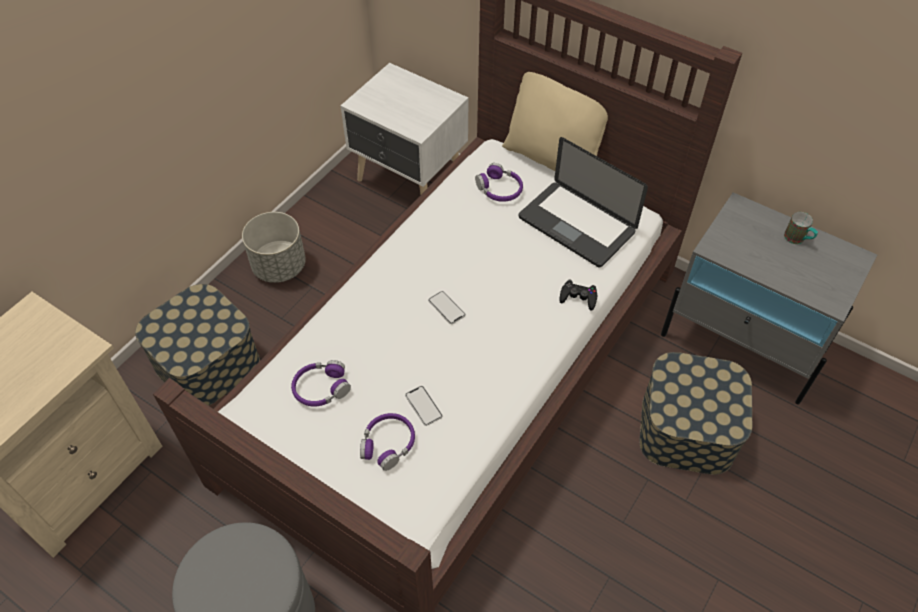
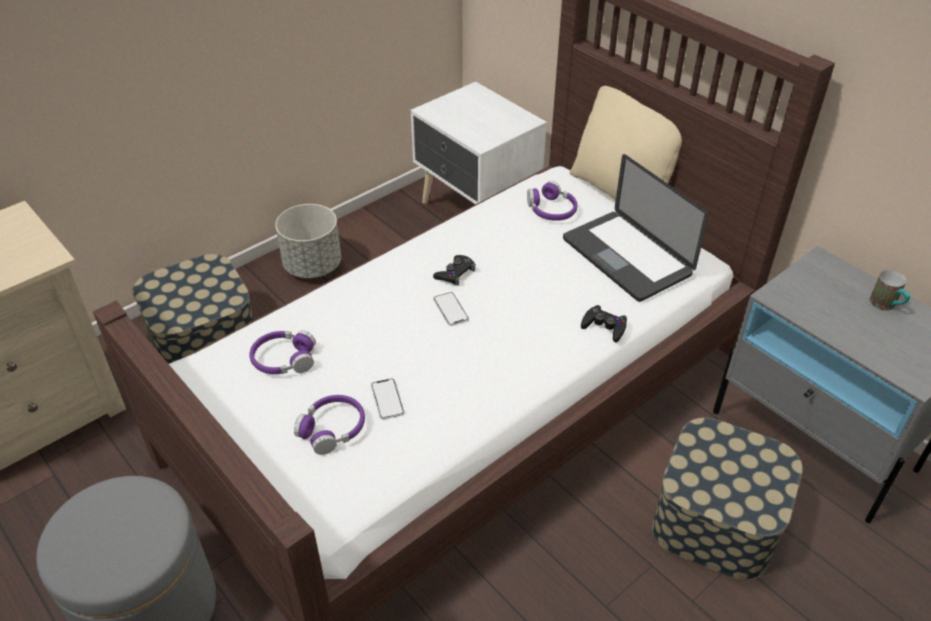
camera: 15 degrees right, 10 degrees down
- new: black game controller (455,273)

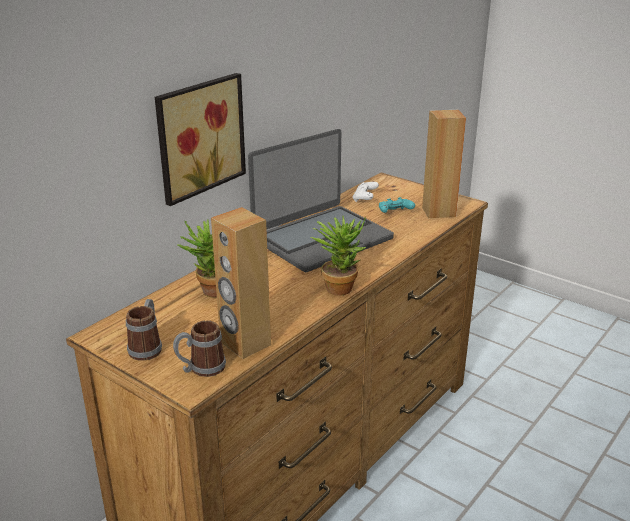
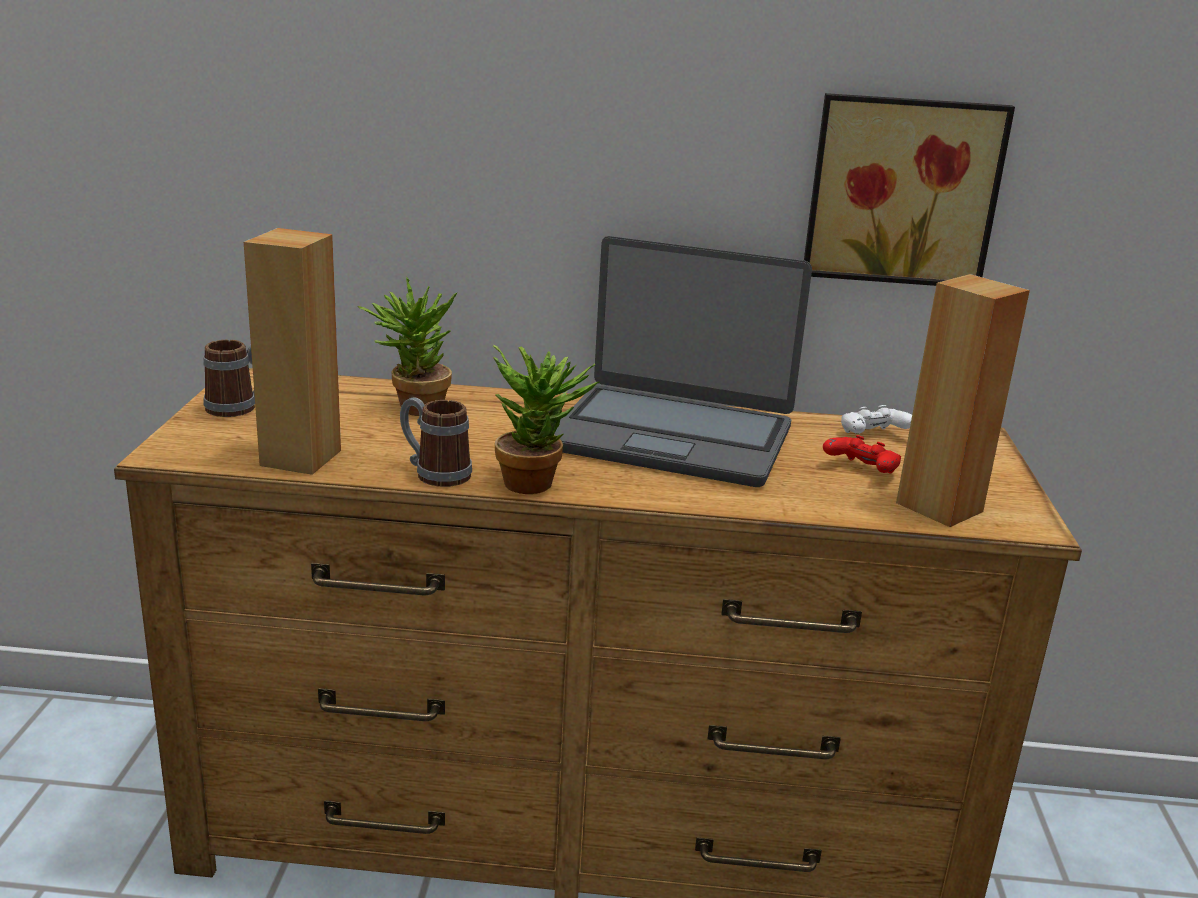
camera: 55 degrees right, 5 degrees down
- shifted: picture (198,136) to (902,190)
- shifted: mug (201,369) to (434,473)
- repainted: turquoise game controller (394,213) to red game controller (861,471)

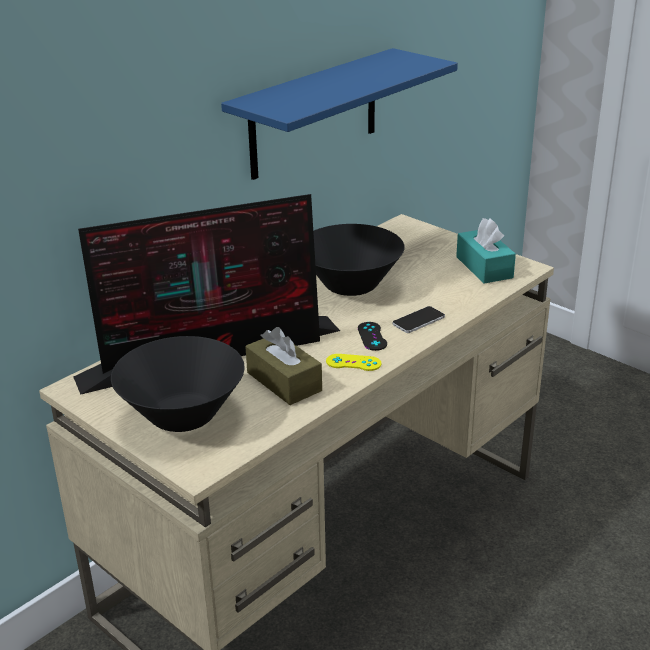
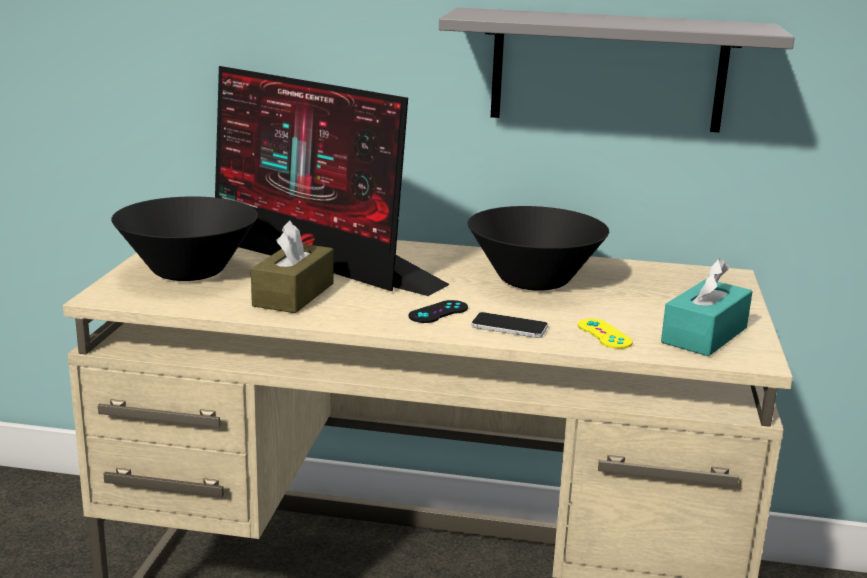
camera: 55 degrees right, 10 degrees down
- shifted: yellow game controller (353,363) to (604,334)
- repainted: blue shelf (314,114) to grey shelf (608,70)

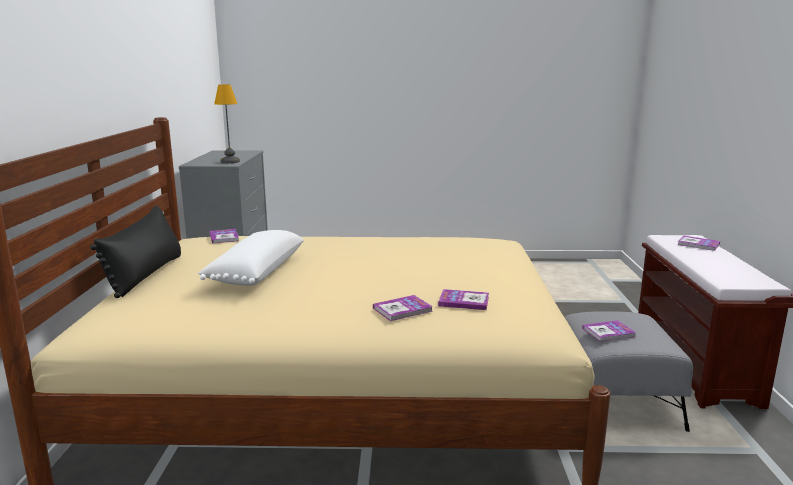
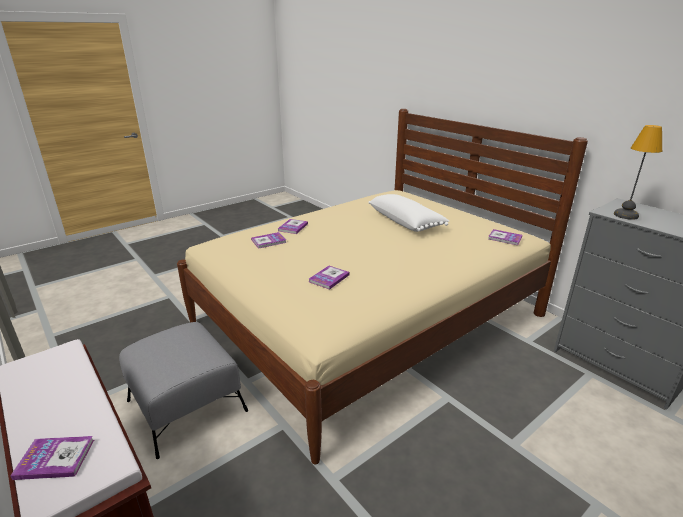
camera: 140 degrees right, 10 degrees up
- gone: black pillow (146,274)
- shifted: book (608,332) to (329,278)

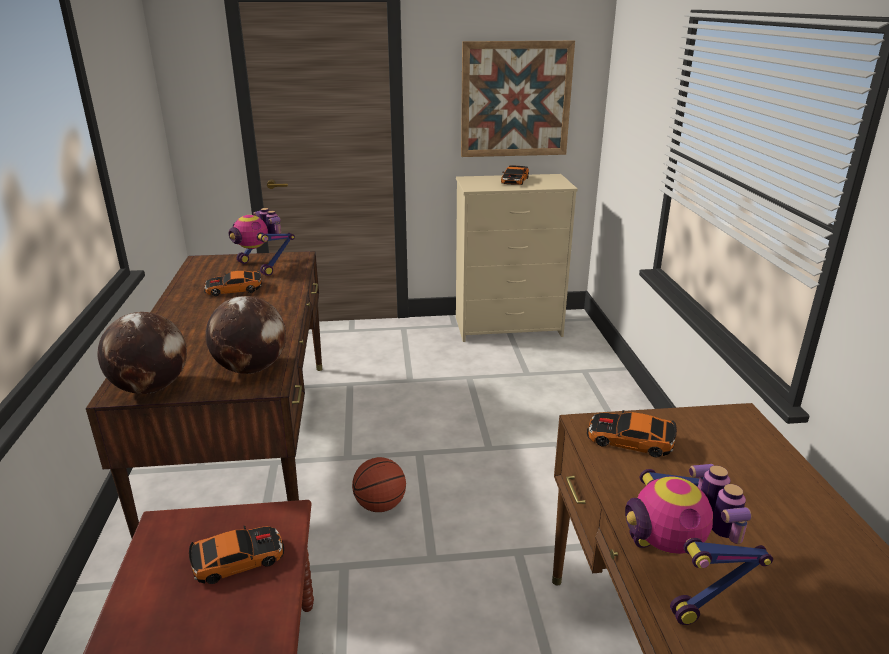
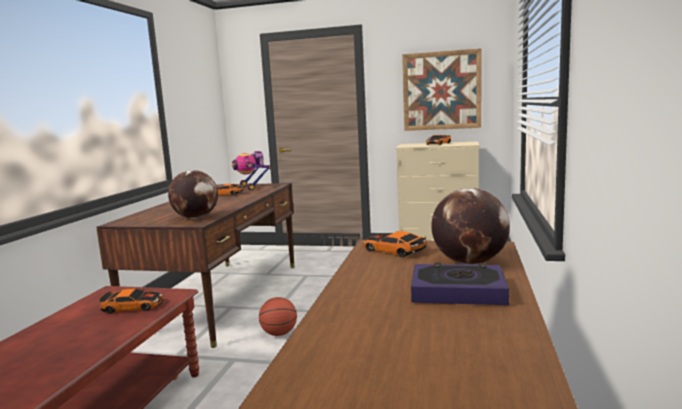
camera: 20 degrees right, 15 degrees down
- gone: toy robot (676,576)
- new: book (458,291)
- shifted: globe (151,387) to (469,262)

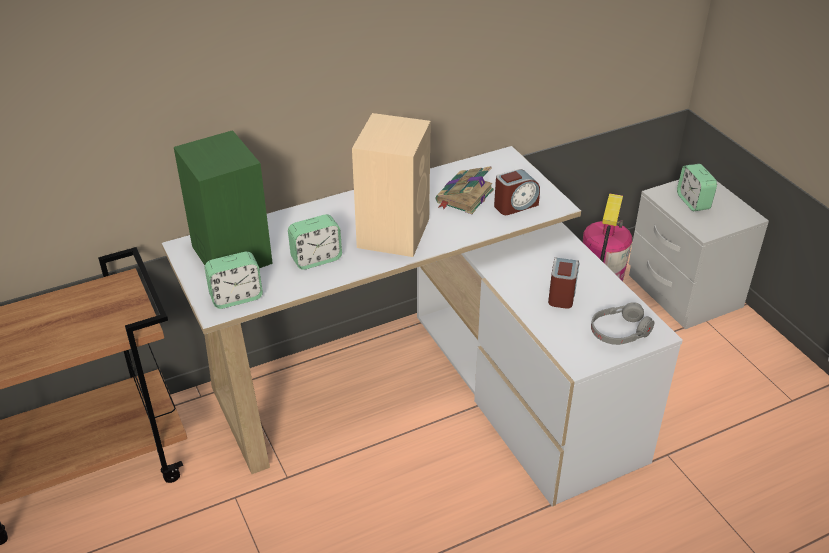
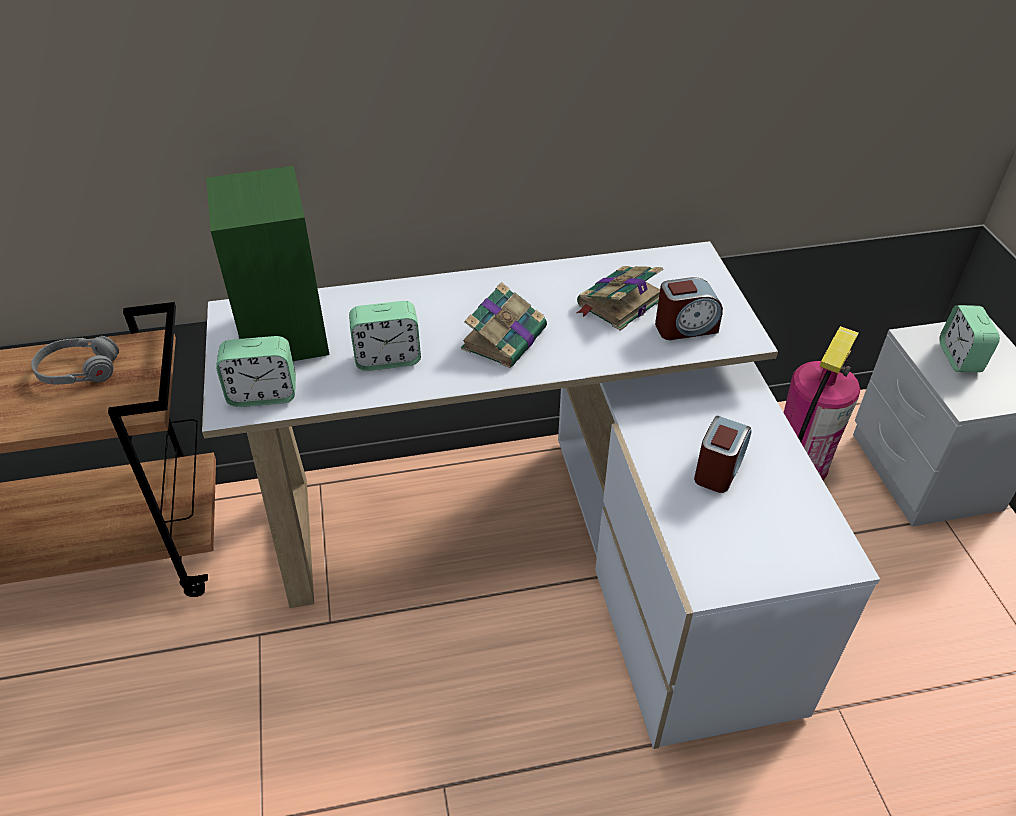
camera: 15 degrees right, 5 degrees up
- shifted: grey headphones (619,332) to (79,370)
- swapped: beige speaker (394,231) to book (505,337)

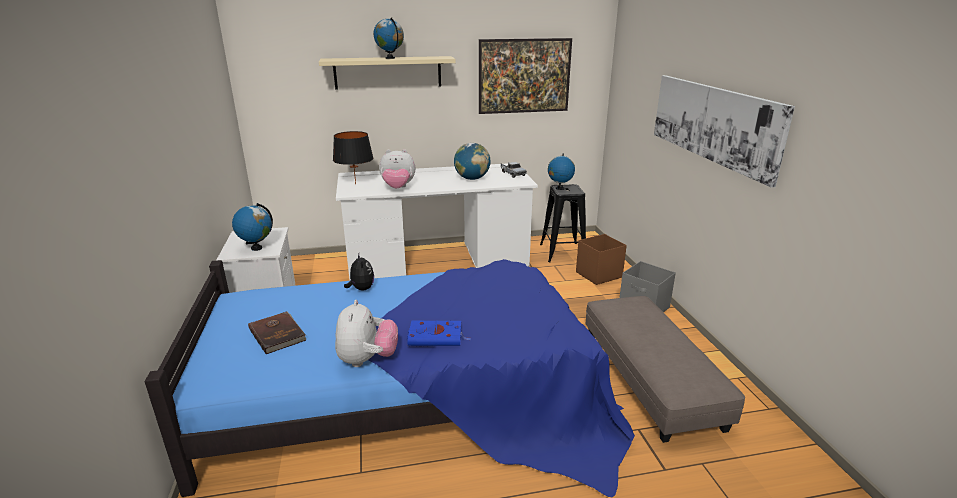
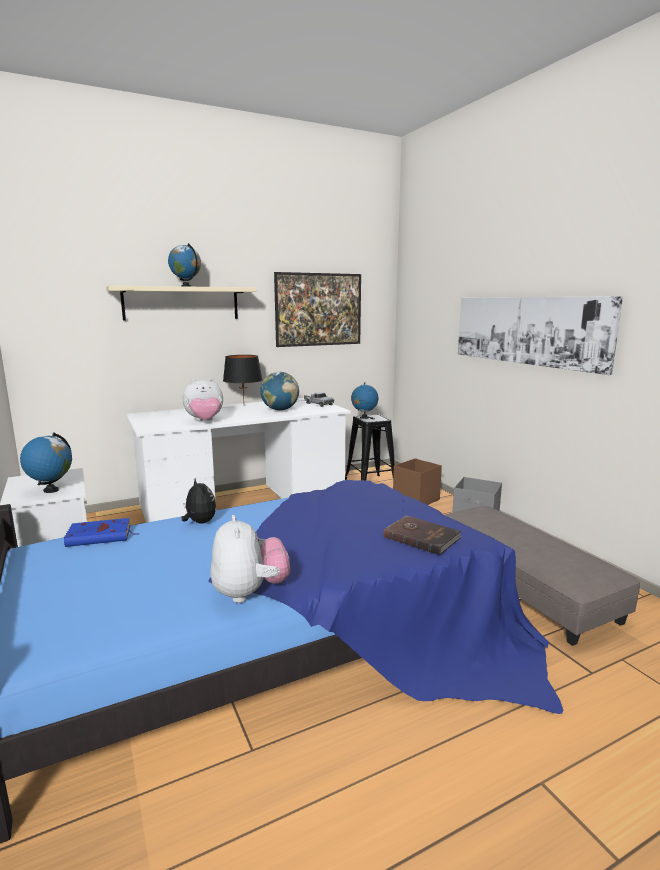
camera: 15 degrees left, 10 degrees down
- shifted: brown book (278,334) to (421,537)
- shifted: black table lamp (355,184) to (243,405)
- shifted: blue book (437,337) to (101,536)

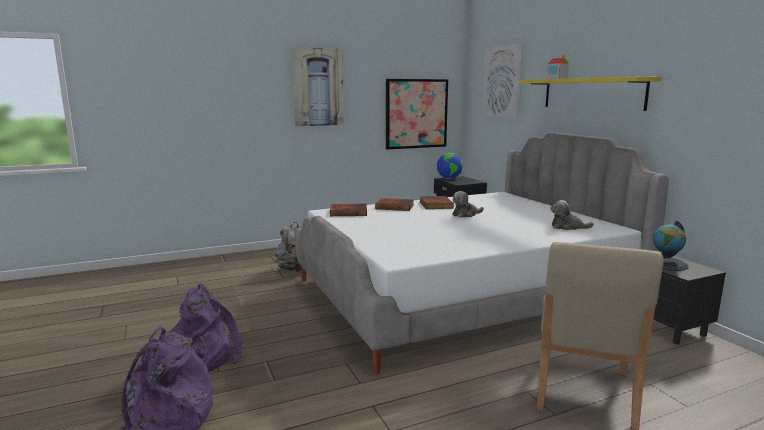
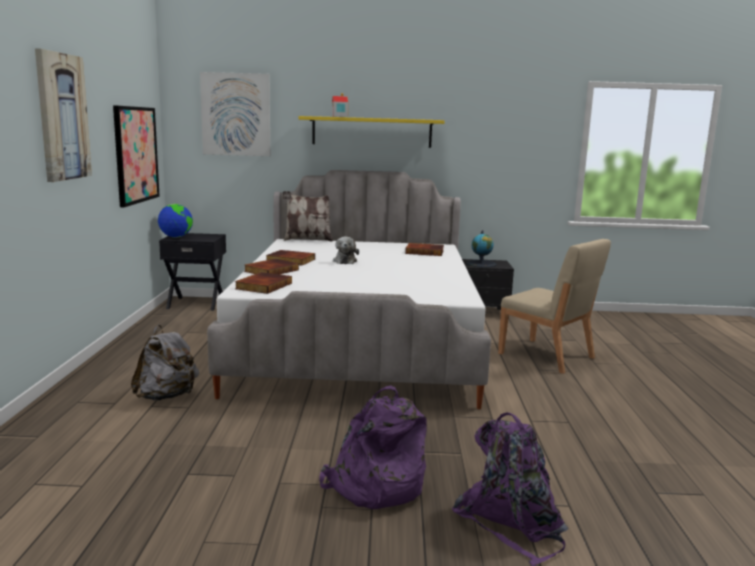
camera: 65 degrees left, 0 degrees up
- new: pillow (307,239)
- swapped: plush toy (567,227) to book (425,252)

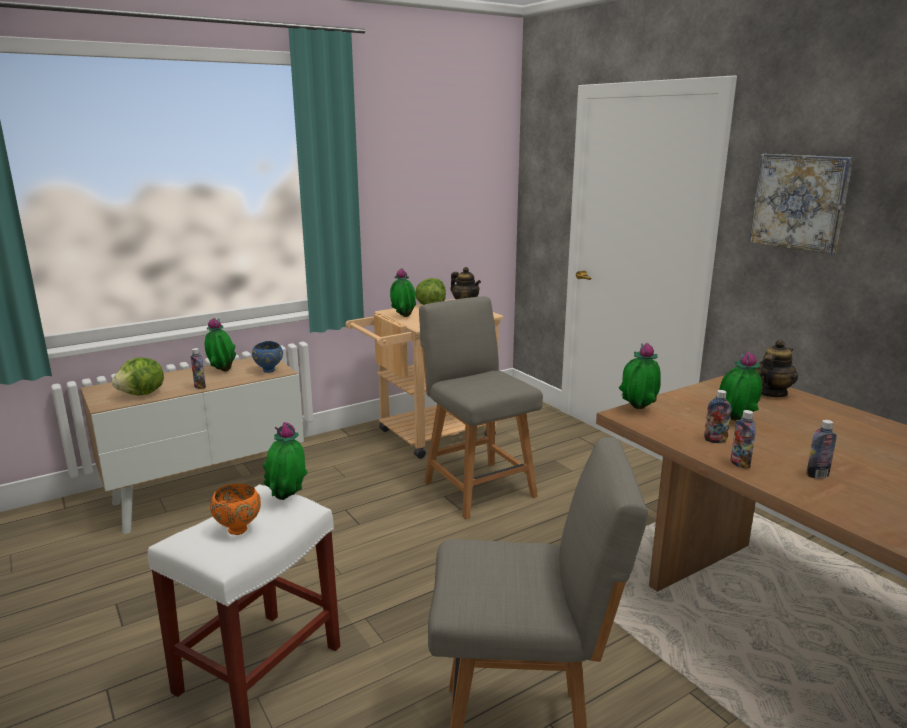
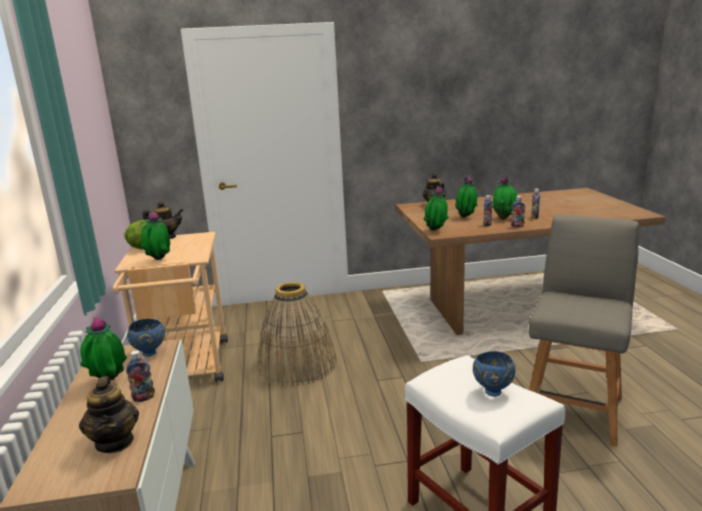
camera: 65 degrees left, 0 degrees up
- gone: picture (800,202)
- shifted: potted plant (288,499) to (504,218)
- swapped: lettuce (142,394) to teapot (115,442)
- swapped: grey chair (477,487) to basket (297,364)
- repainted: orange bowl (239,529) to blue bowl (492,391)

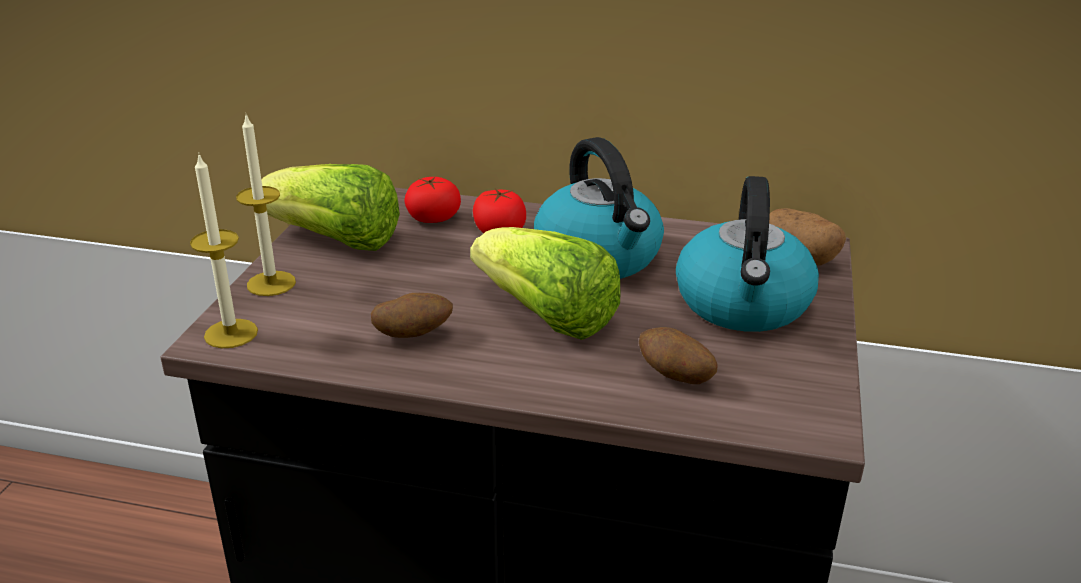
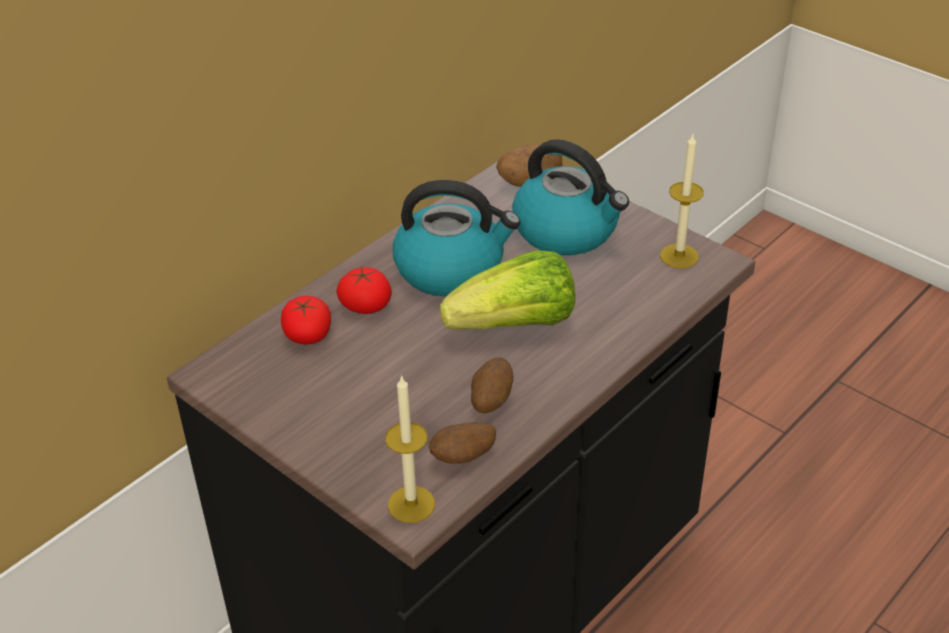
camera: 60 degrees left, 10 degrees up
- gone: lettuce (335,241)
- shifted: candle (271,283) to (679,256)
- shifted: potato (674,377) to (463,458)

